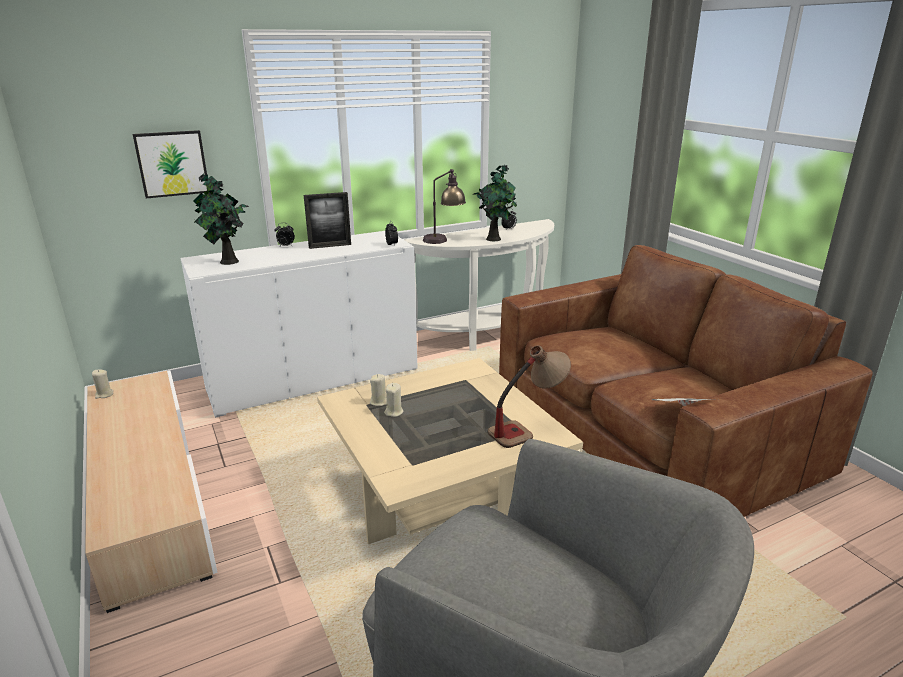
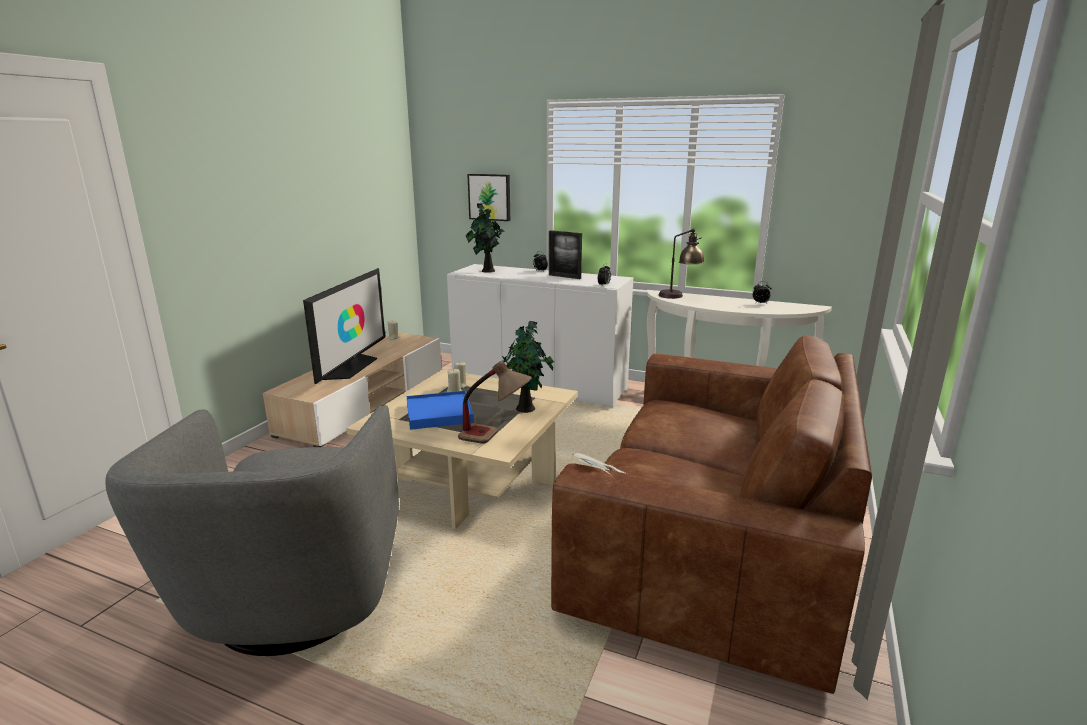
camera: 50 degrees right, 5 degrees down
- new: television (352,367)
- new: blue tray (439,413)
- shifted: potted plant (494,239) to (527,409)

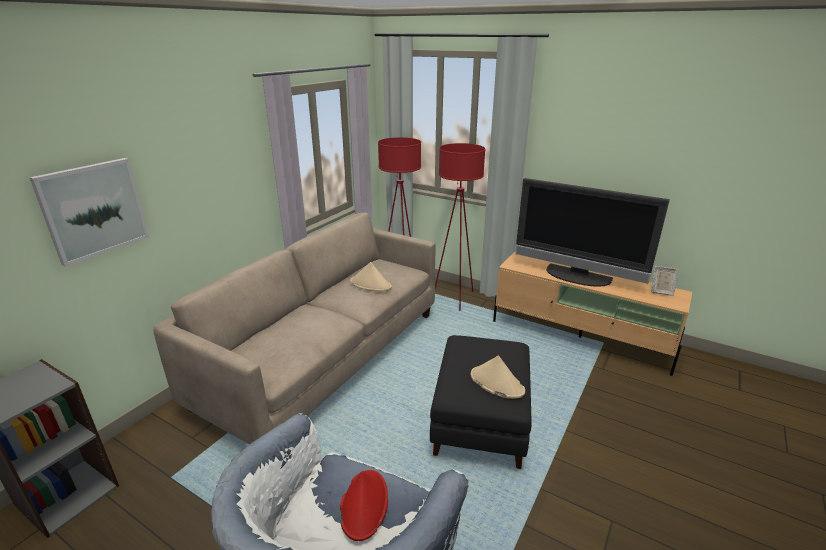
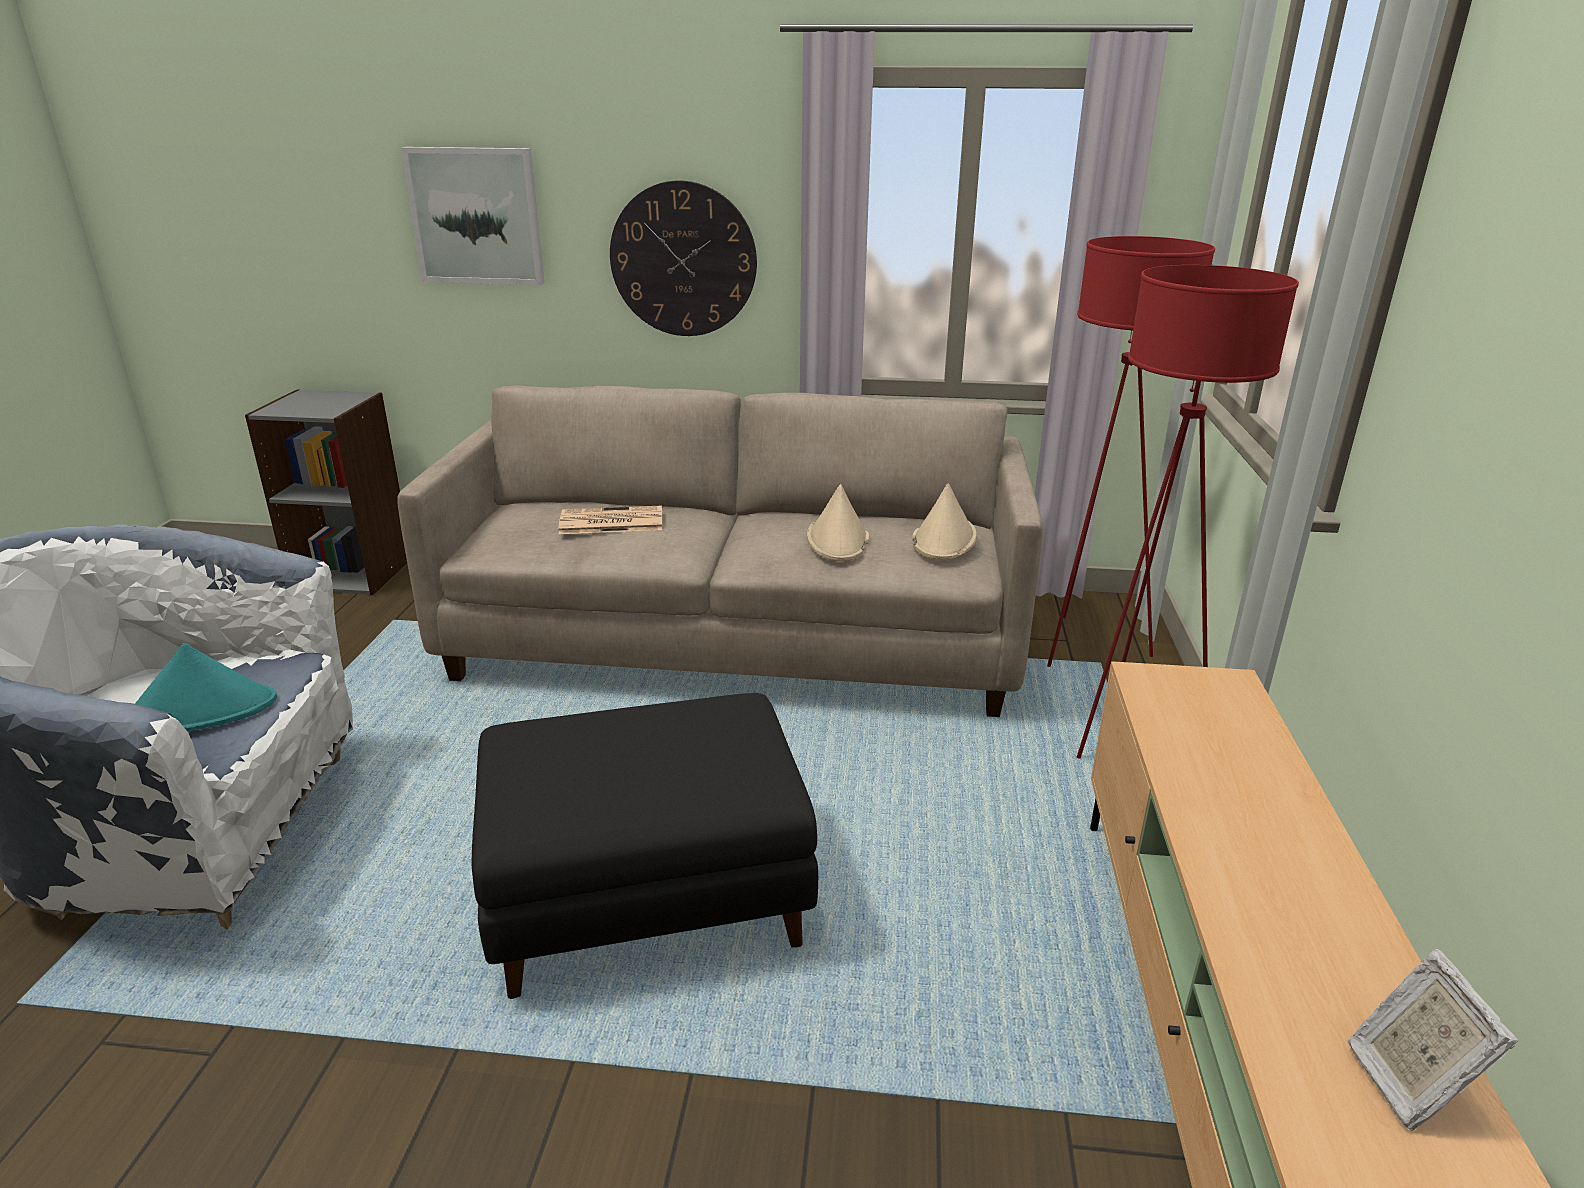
camera: 65 degrees right, 0 degrees up
- gone: television (576,277)
- new: newspaper (610,522)
- new: wall clock (683,260)
- shifted: beige hat (496,383) to (944,540)
- repainted: red hat (364,504) to turquoise hat (202,711)

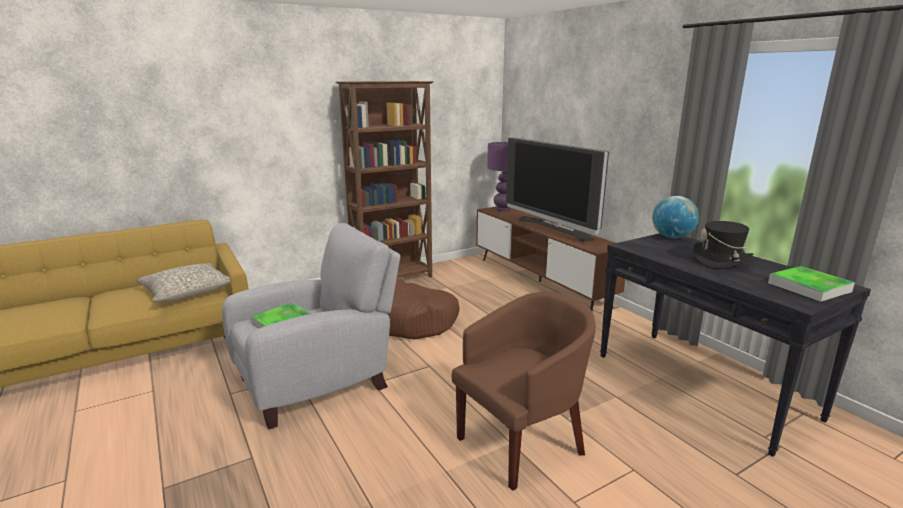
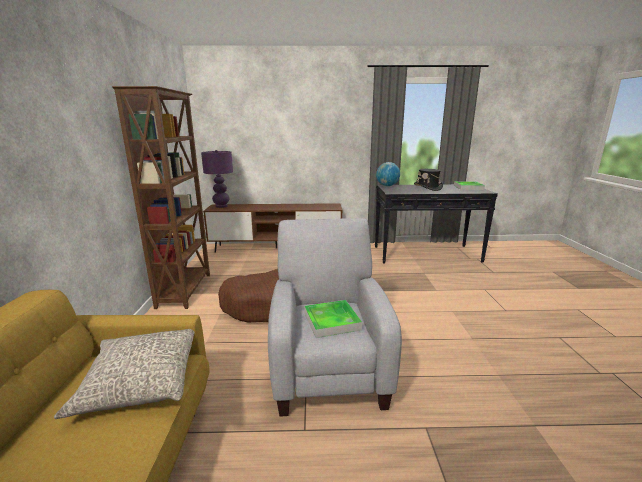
camera: 60 degrees left, 0 degrees up
- gone: brown armchair (522,442)
- gone: television (554,228)

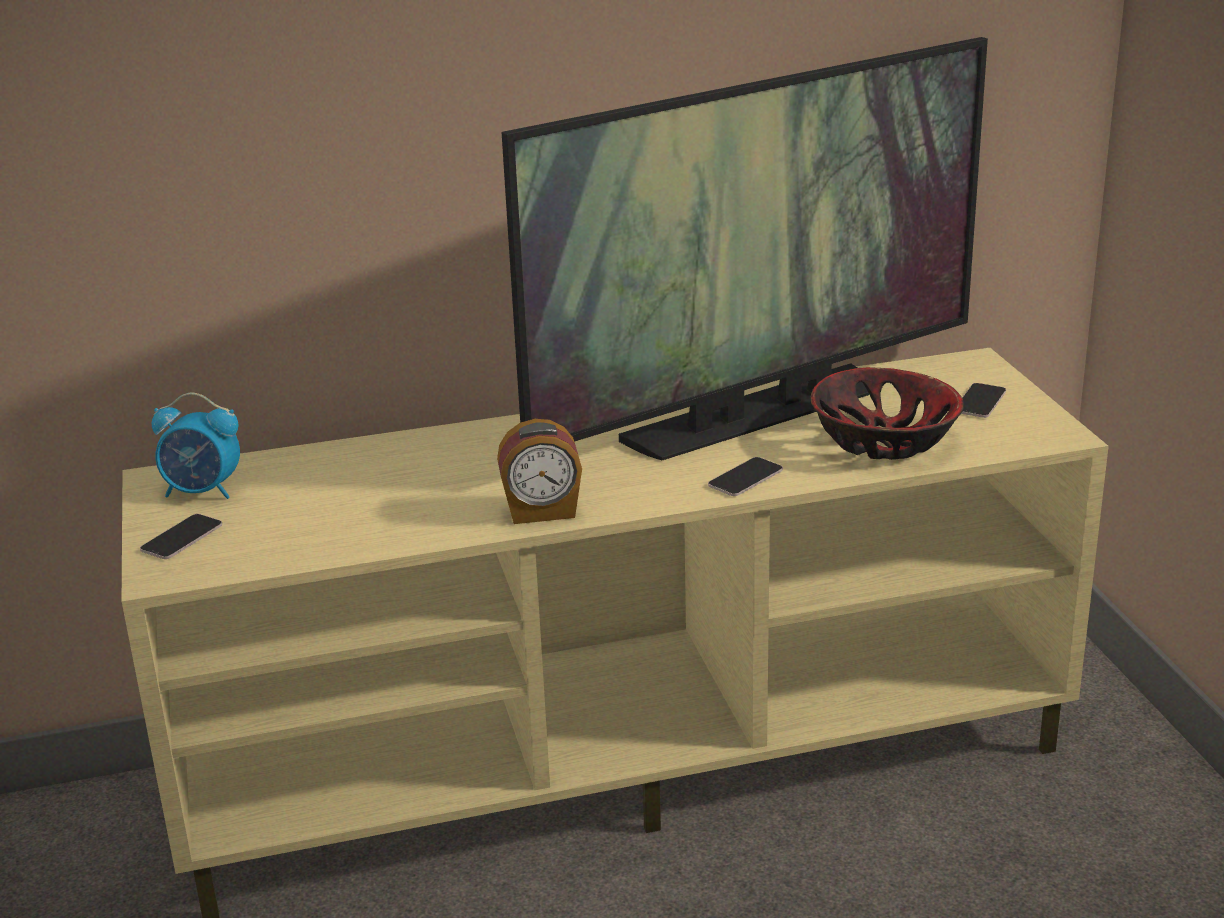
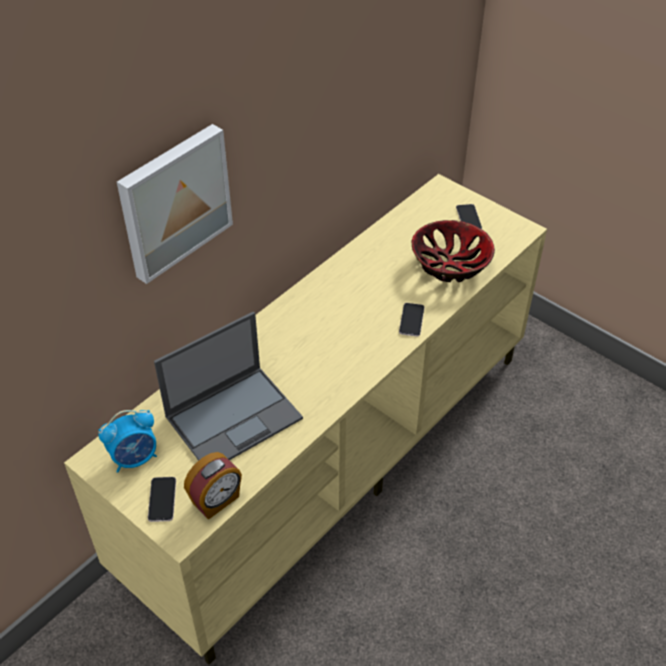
camera: 35 degrees left, 20 degrees up
- gone: television (756,415)
- new: picture (173,201)
- new: laptop (235,416)
- shifted: alarm clock (542,512) to (216,500)

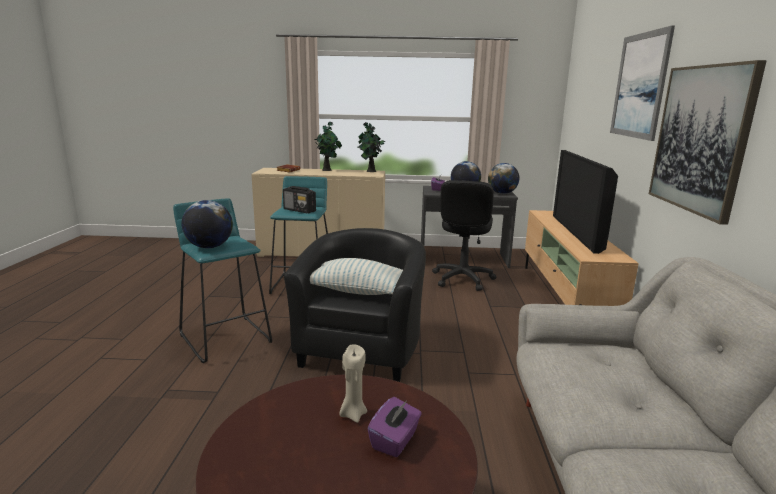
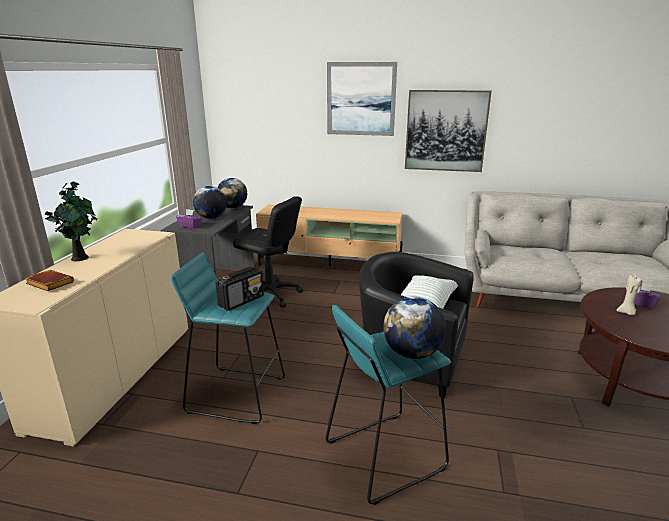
camera: 80 degrees left, 5 degrees up
- gone: potted plant (370,171)
- gone: television (579,232)

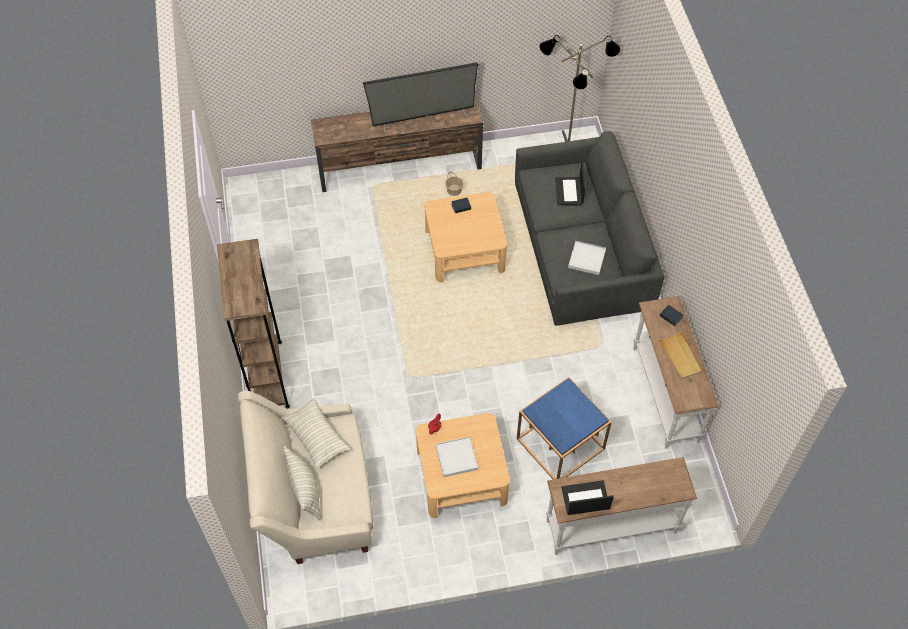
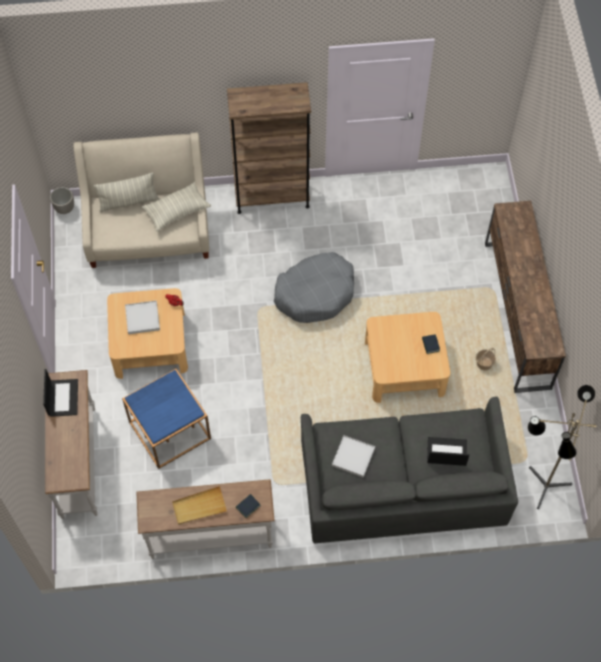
camera: 95 degrees right, 5 degrees up
- gone: television (423,118)
- new: planter (65,208)
- new: grey dog bed (315,293)

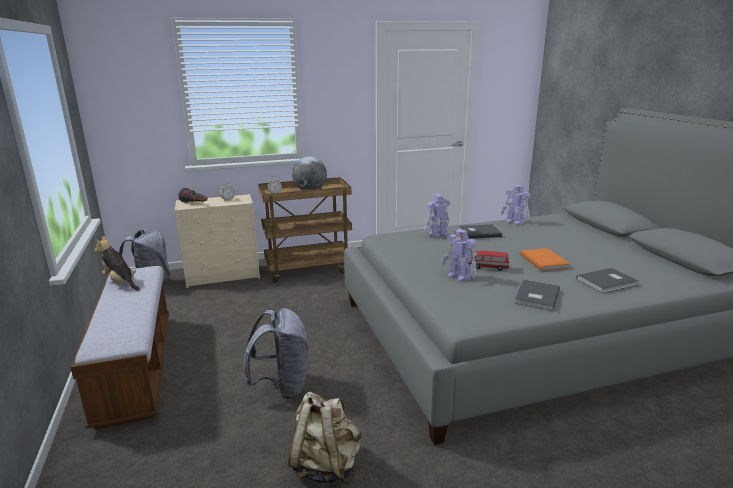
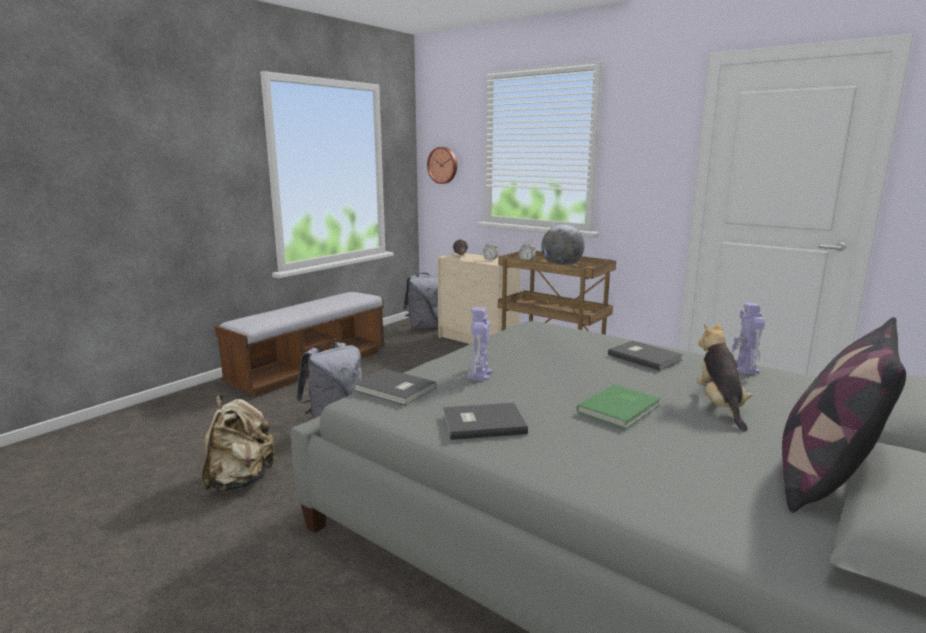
camera: 55 degrees right, 5 degrees down
- gone: toy robot (437,234)
- gone: toy car (488,267)
- new: wall clock (443,165)
- new: pillow (823,479)
- shifted: plush toy (121,282) to (720,406)
- shifted: grey book (608,282) to (394,390)
- repainted: orange book (544,260) to green book (621,408)

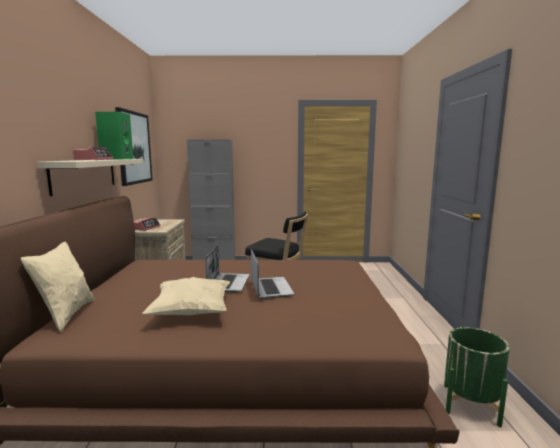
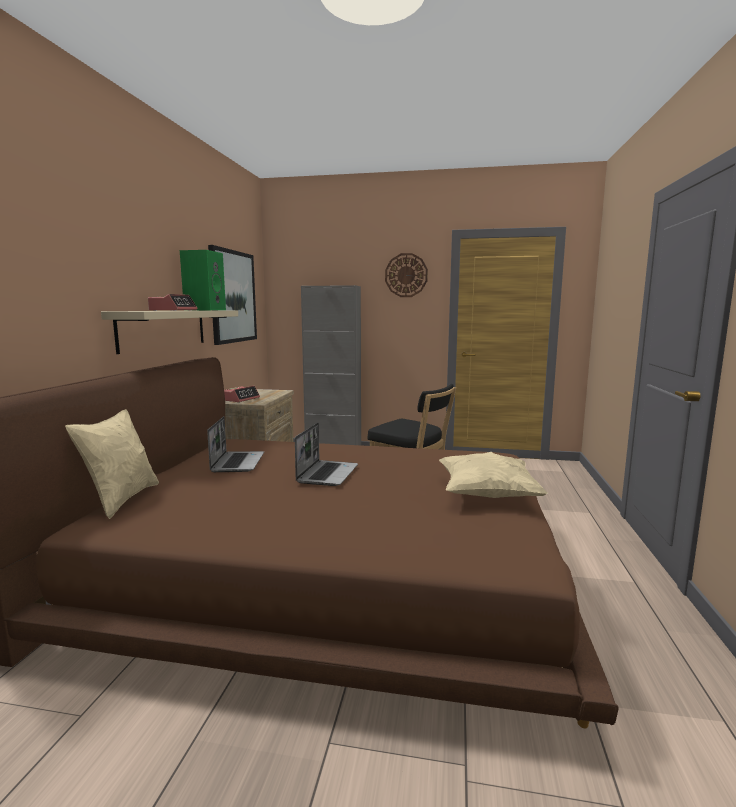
camera: 10 degrees right, 0 degrees up
- gone: green planter (470,404)
- new: wall clock (406,275)
- shifted: beige pillow (191,312) to (487,495)
- shifted: laptop (270,288) to (237,462)

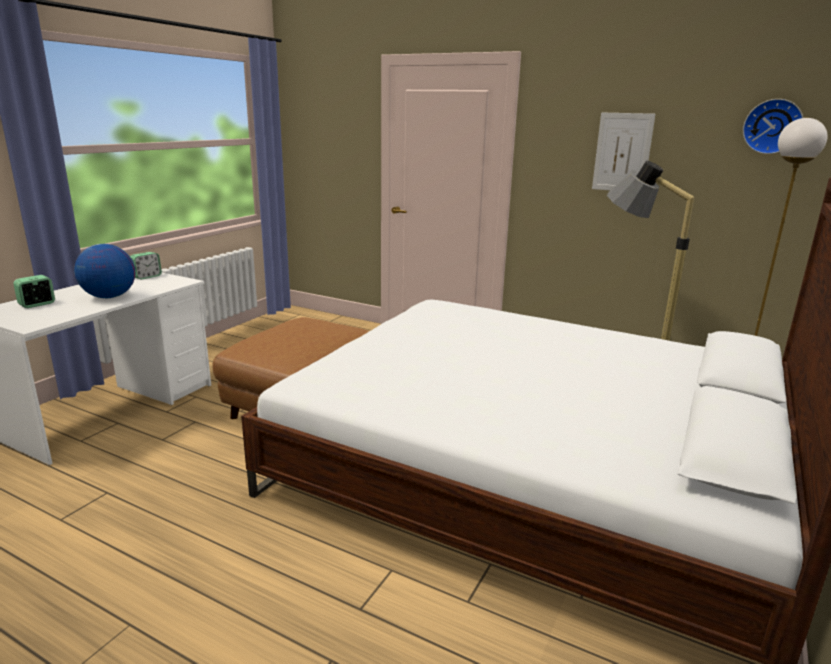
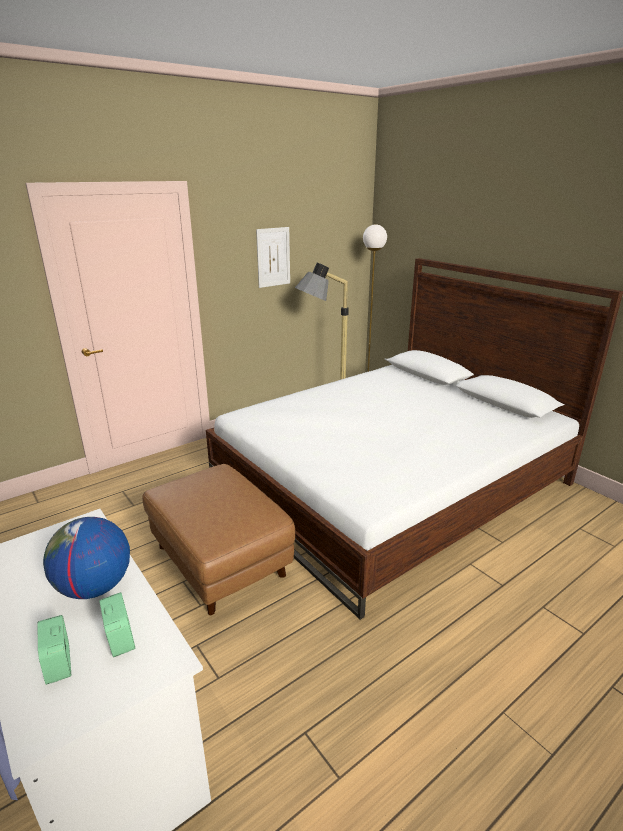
camera: 65 degrees left, 5 degrees up
- gone: wall clock (772,126)
- shifted: alarm clock (147,277) to (120,639)

